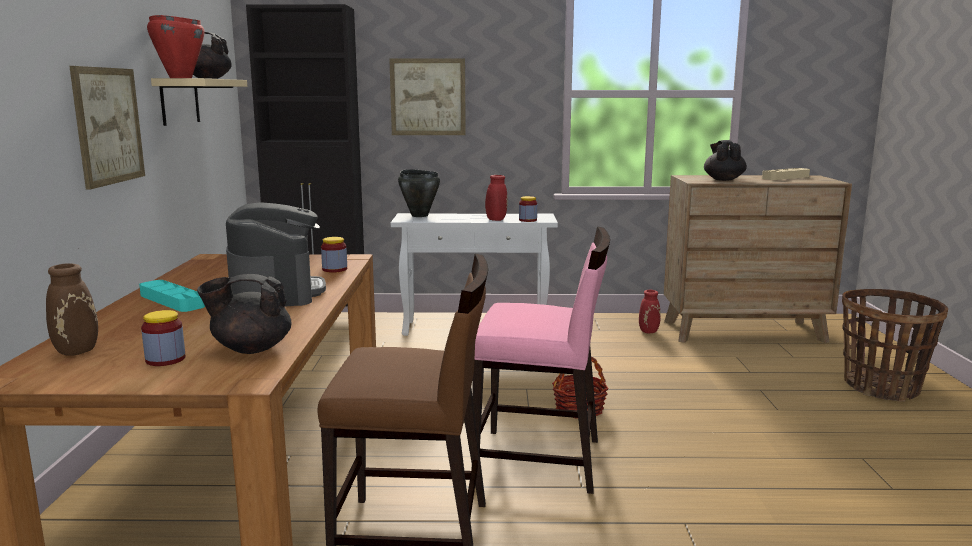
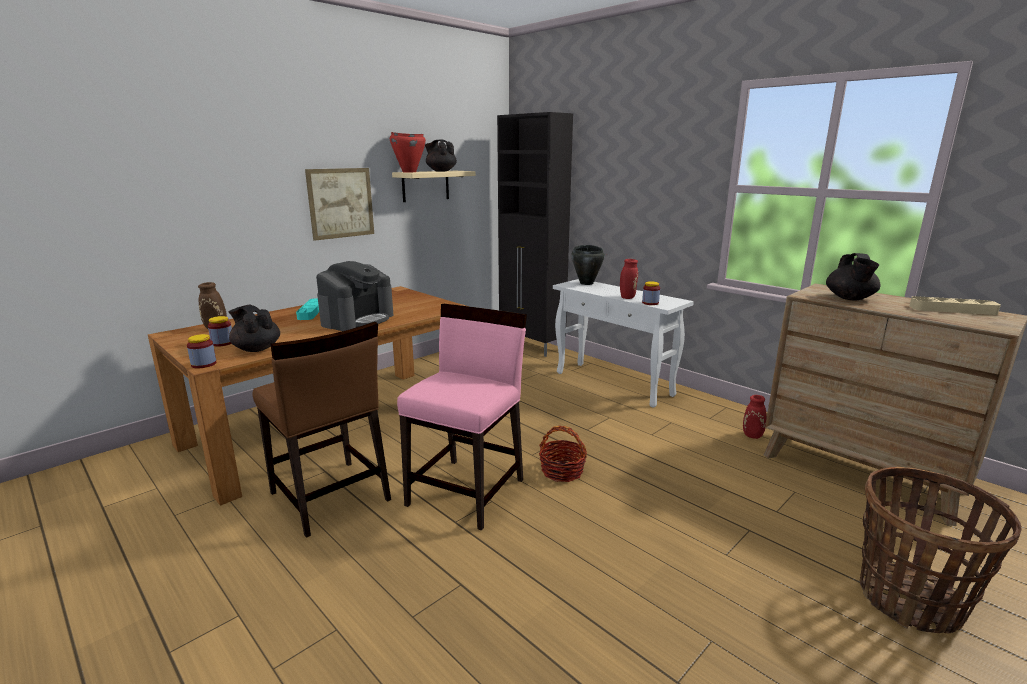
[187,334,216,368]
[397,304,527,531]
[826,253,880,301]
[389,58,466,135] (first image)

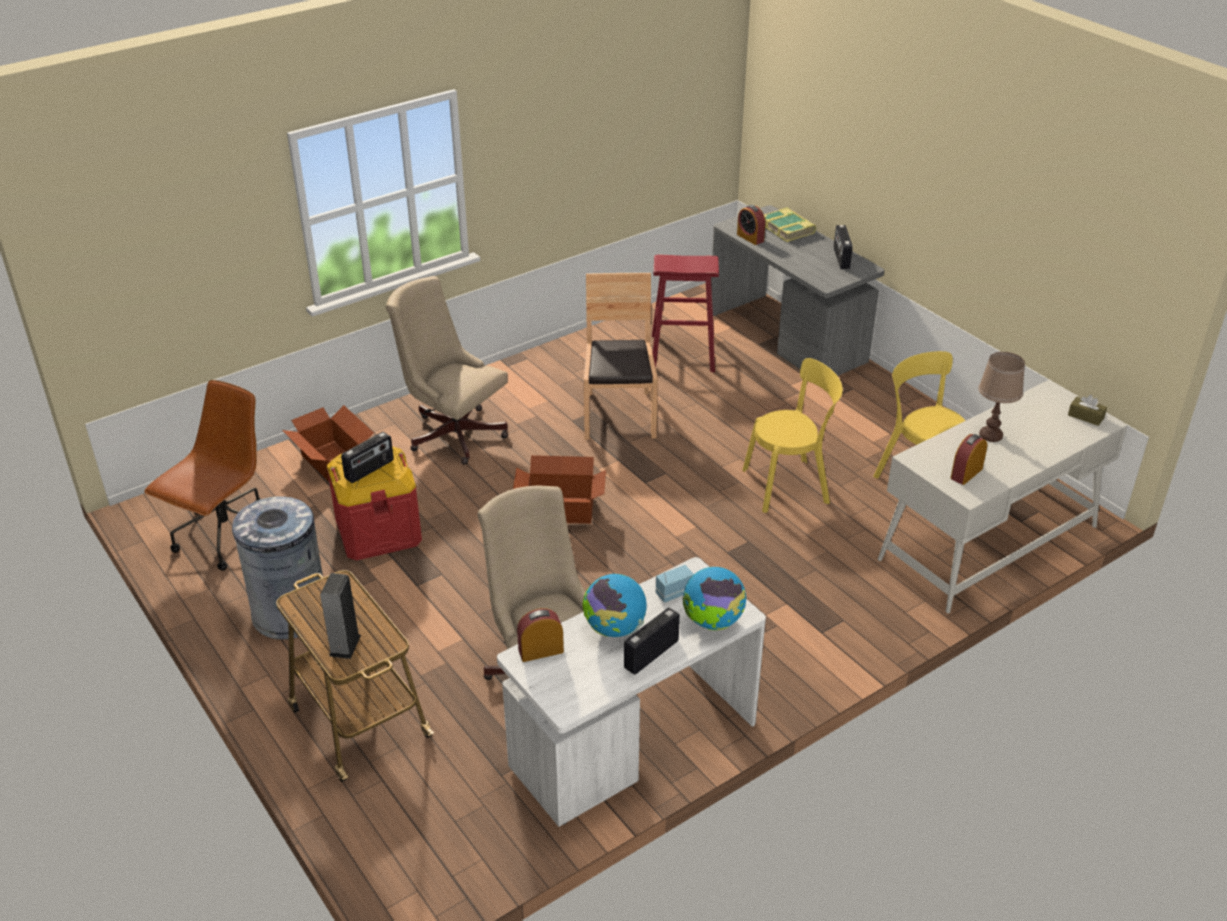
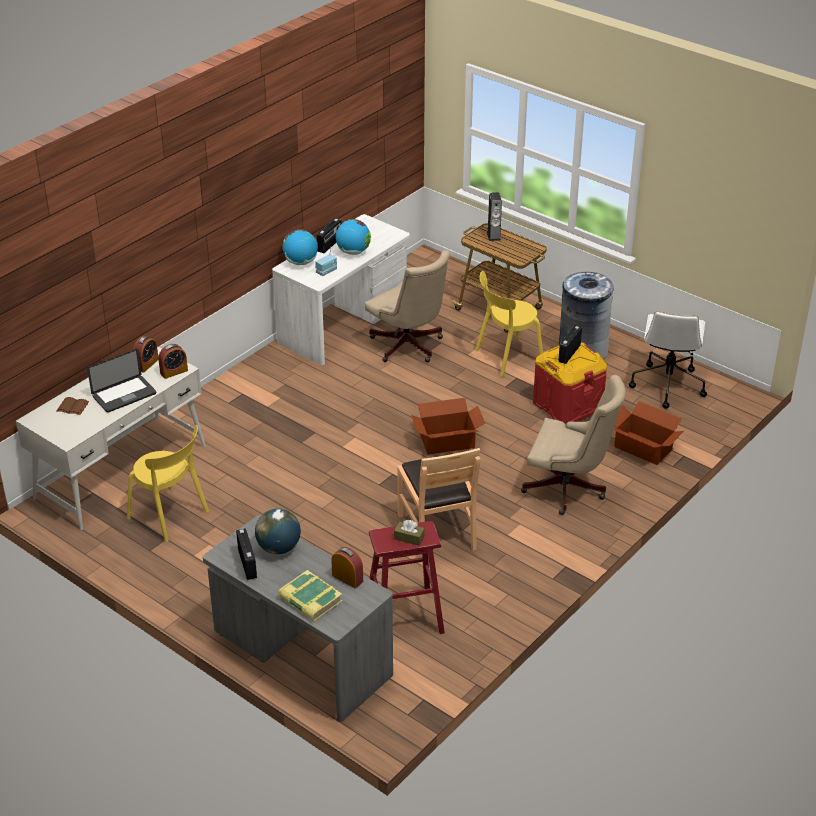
[56,397,89,415]
[87,349,157,413]
[158,344,188,379]
[255,508,301,554]
[394,520,425,546]
[475,271,543,377]
[629,311,707,409]

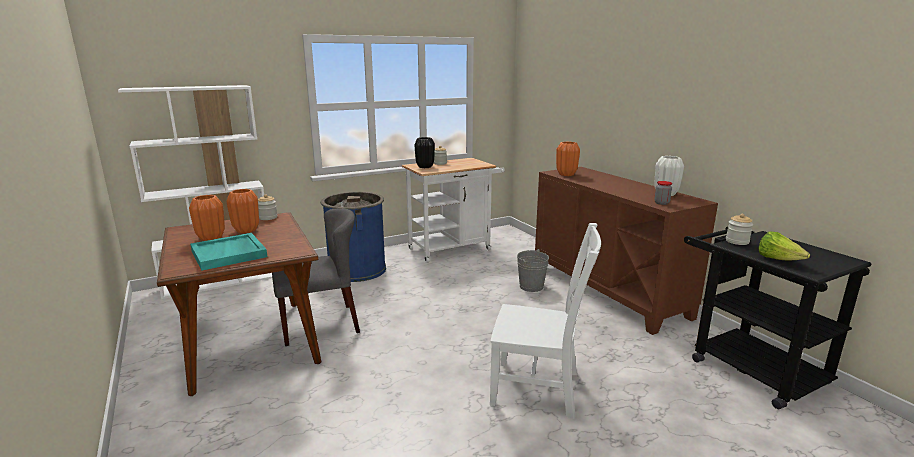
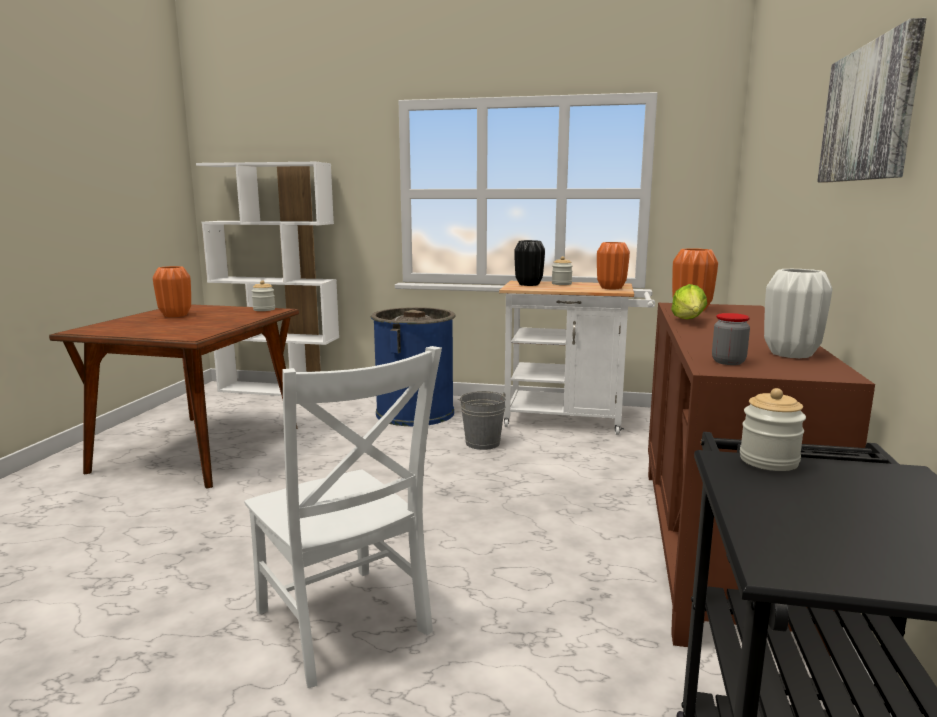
[458,391,506,450]
[597,242,630,289]
[671,284,707,319]
[817,18,926,182]
[190,233,267,270] (first image)
[272,208,360,346] (first image)

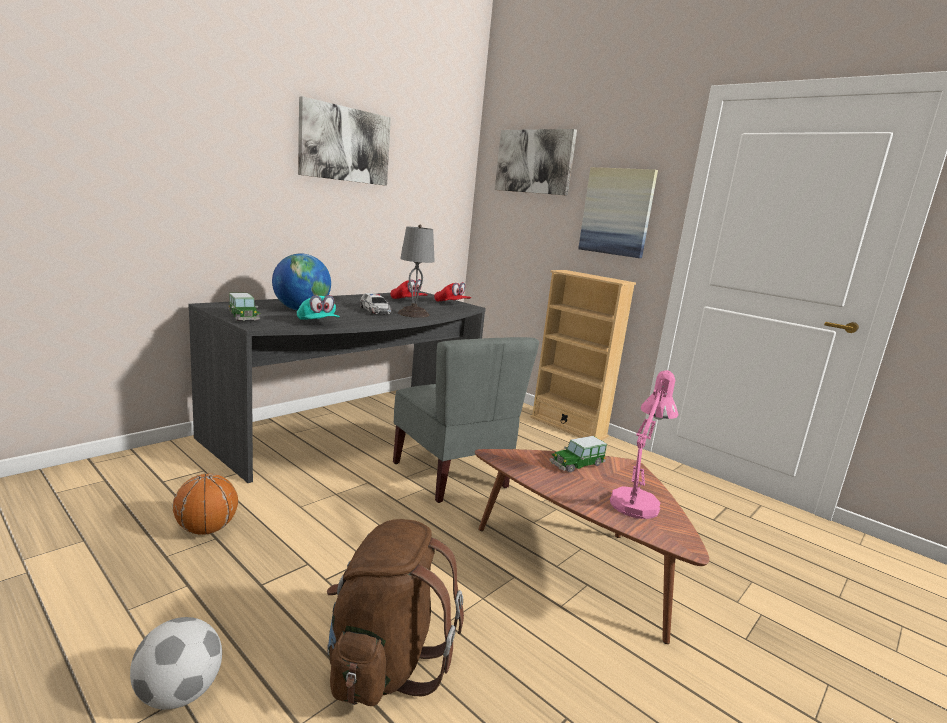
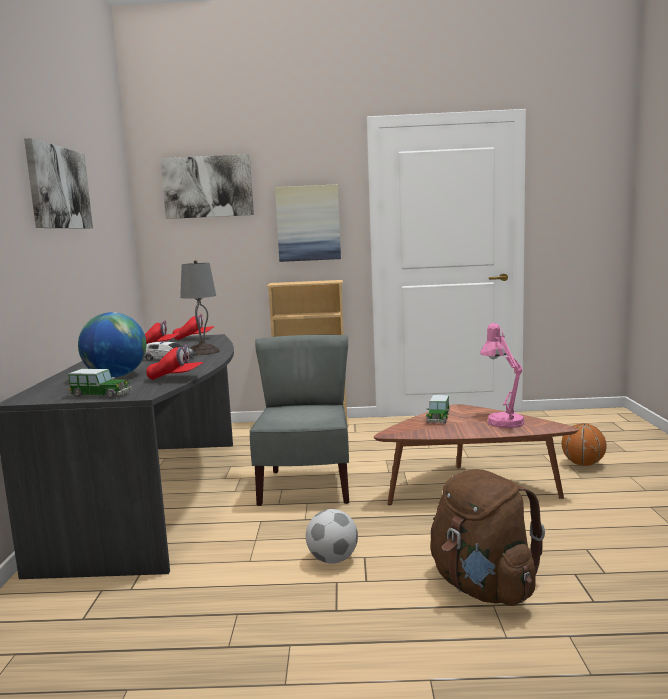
[146,344,204,380]
[250,335,349,506]
[306,509,358,563]
[561,423,607,466]

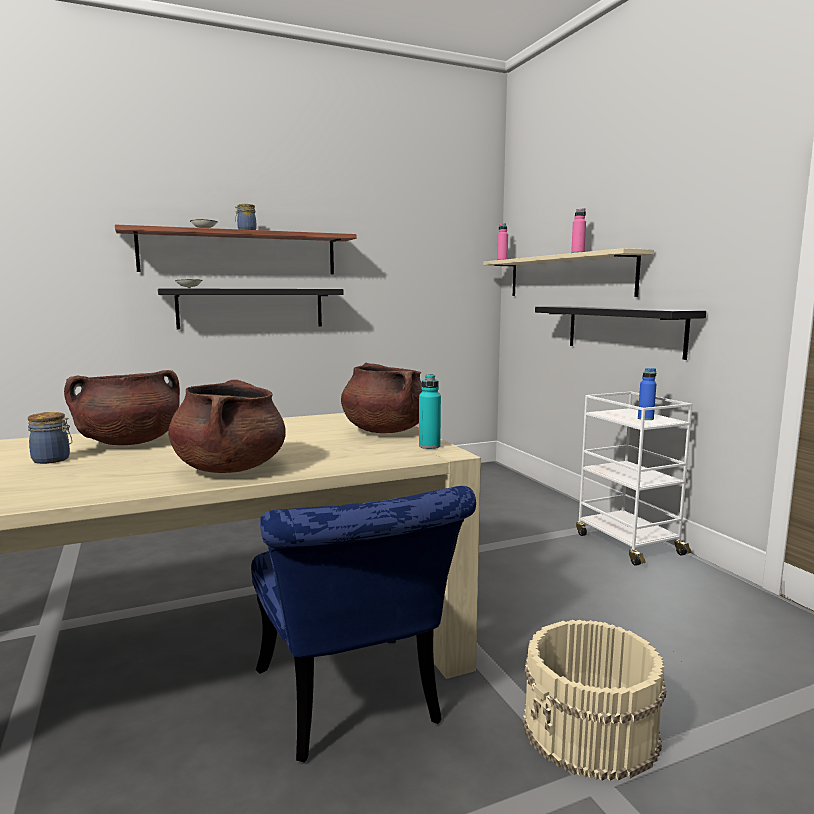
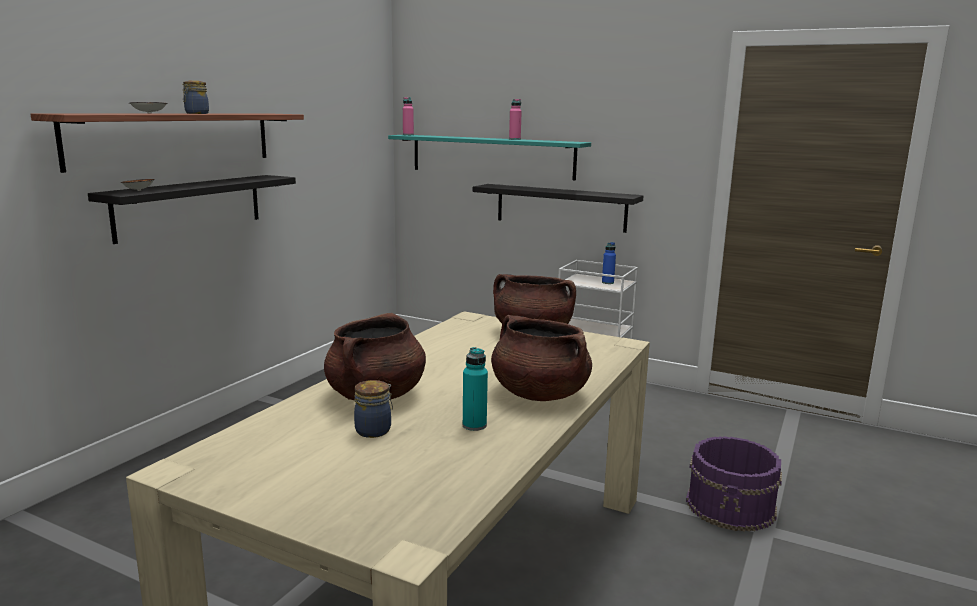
[388,135,591,180]
[463,347,488,431]
[686,436,782,532]
[251,486,476,763] (first image)

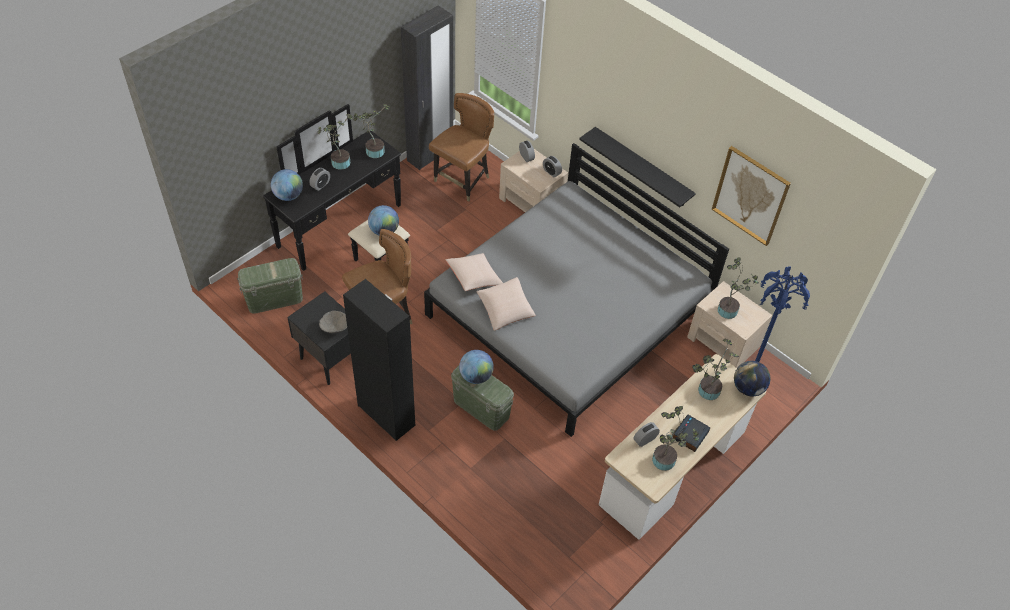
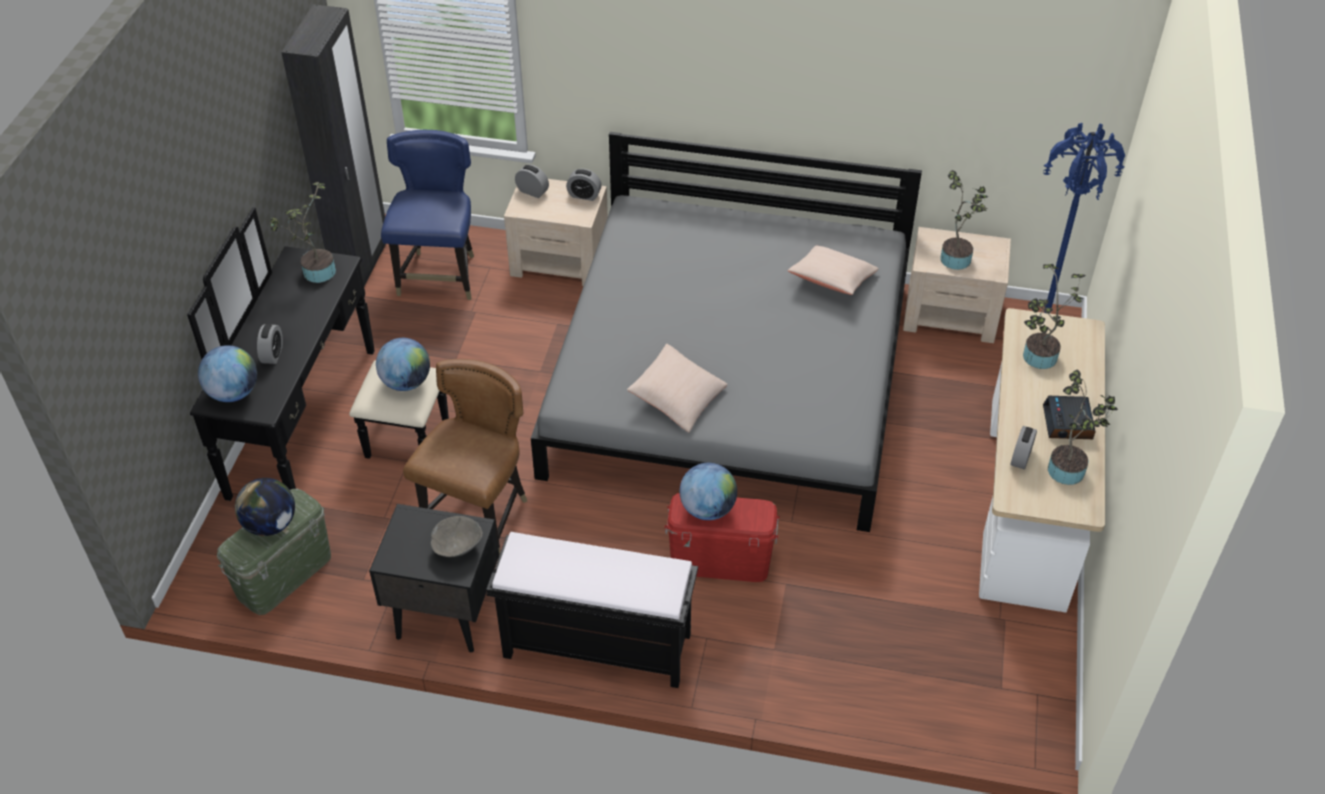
[235,478,295,536]
[381,130,474,300]
[486,532,698,688]
[665,493,780,582]
[788,246,879,295]
[317,114,353,170] (first image)
[579,127,696,208] (first image)
[712,146,791,246] (first image)

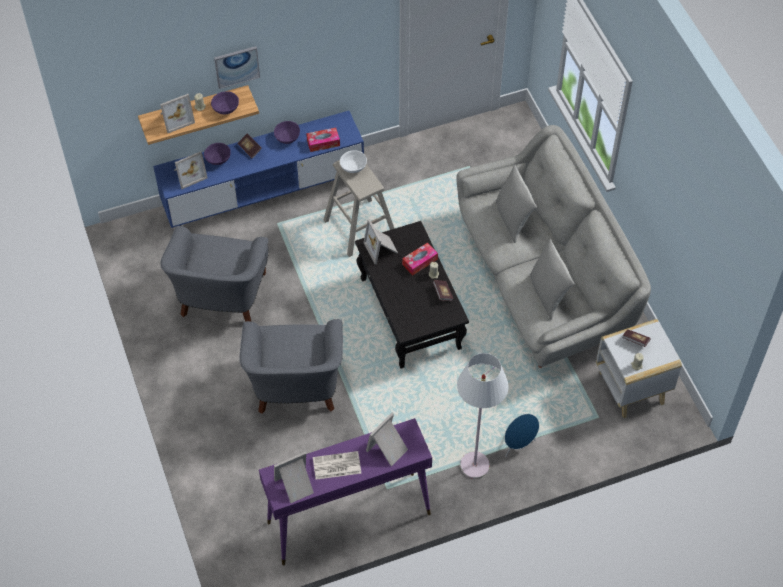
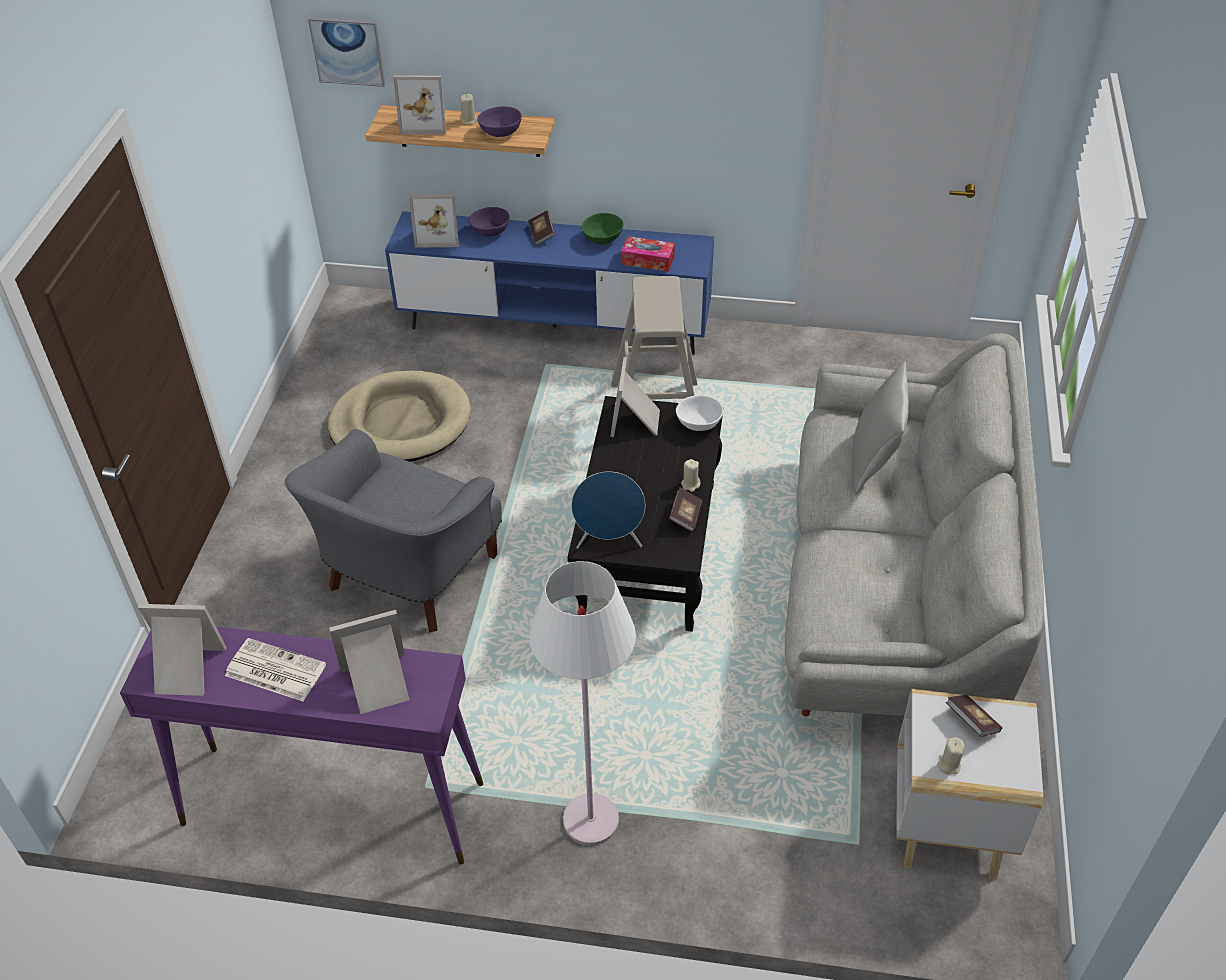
[308,17,386,87]
[328,371,471,462]
[571,471,645,549]
[582,213,624,245]
[676,395,723,431]
[402,243,438,275] (first image)
[530,238,575,320] (first image)

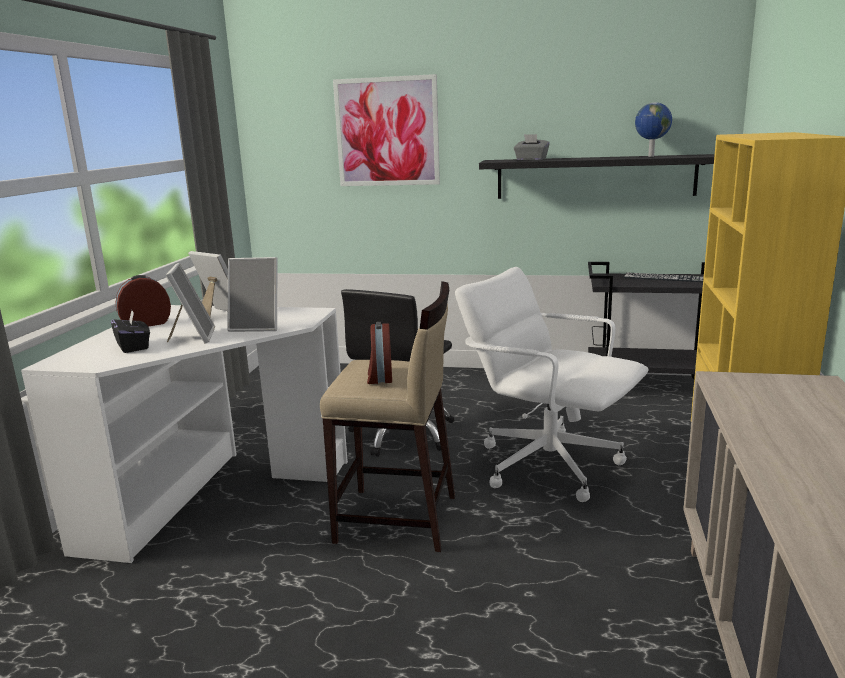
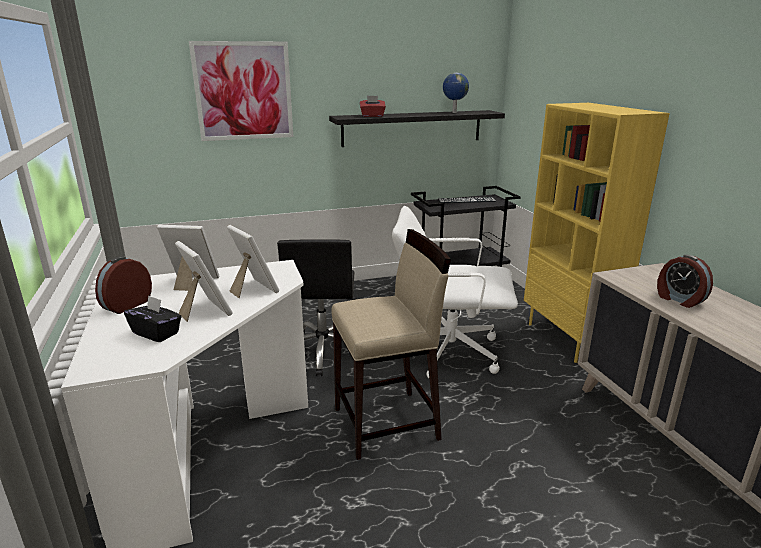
[227,225,279,298]
[360,96,386,117]
[657,255,713,308]

